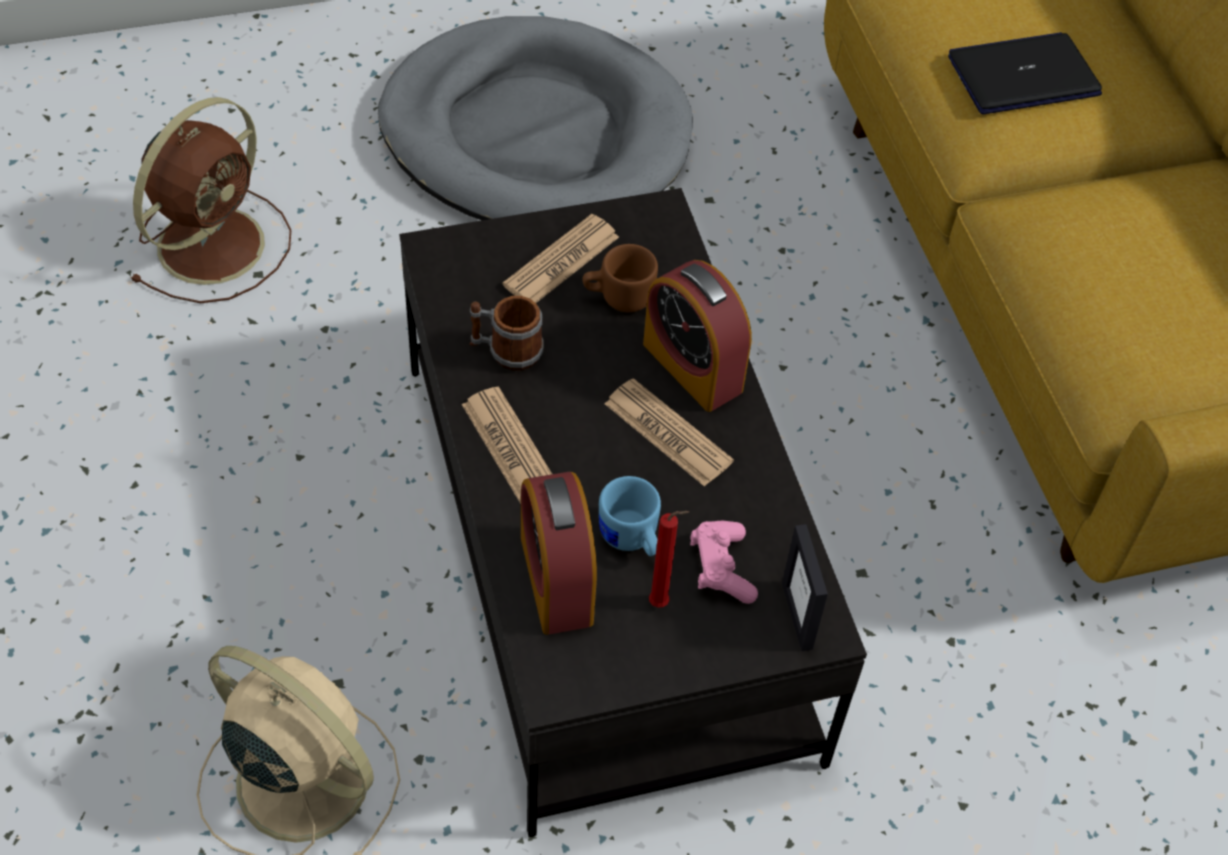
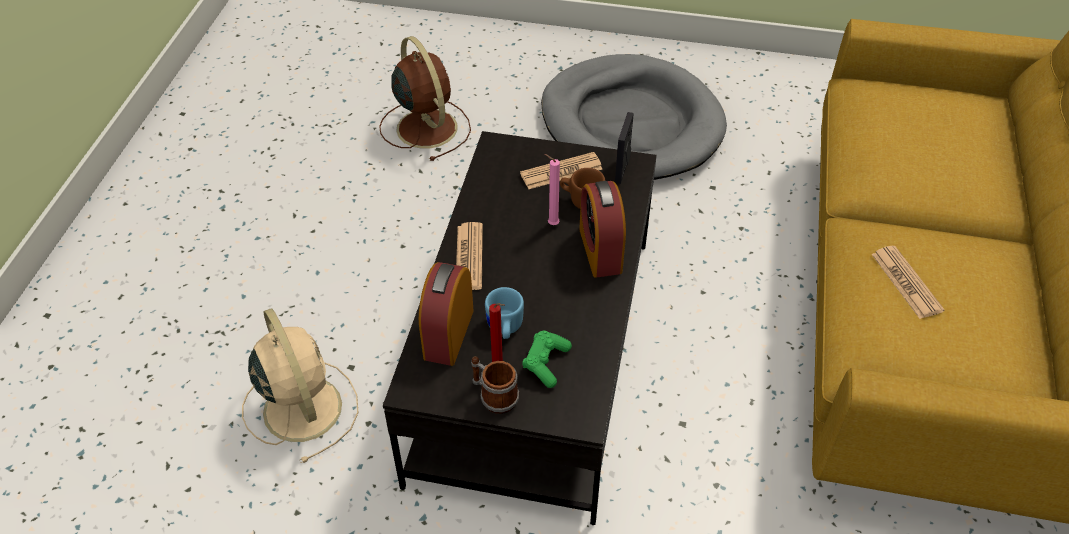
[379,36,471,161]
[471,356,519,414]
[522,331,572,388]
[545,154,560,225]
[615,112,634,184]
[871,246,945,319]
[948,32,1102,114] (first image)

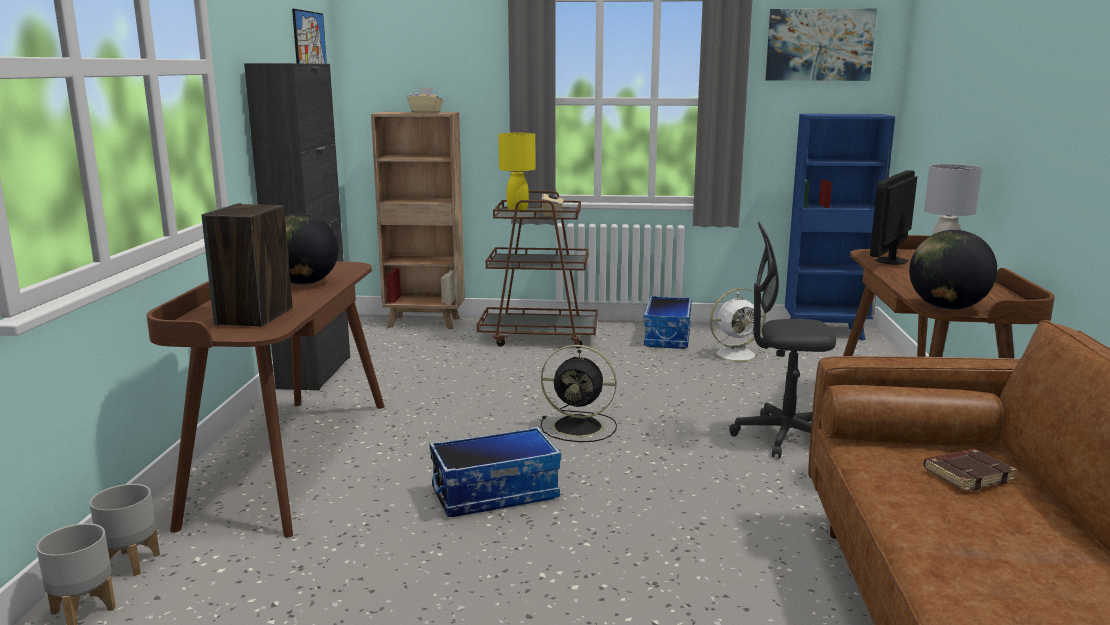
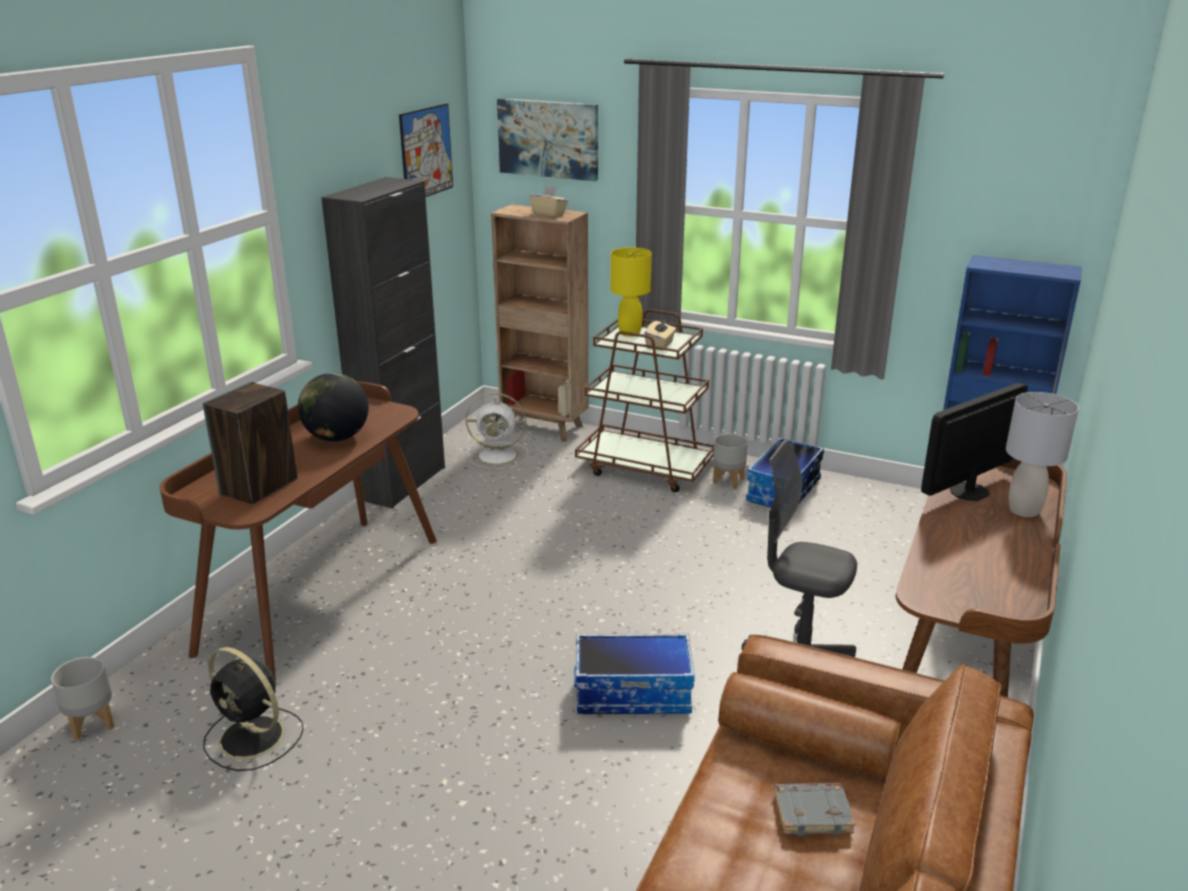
[203,647,304,771]
[466,393,528,469]
[497,98,598,181]
[574,633,695,714]
[713,434,748,488]
[774,783,855,836]
[909,230,997,310] (first image)

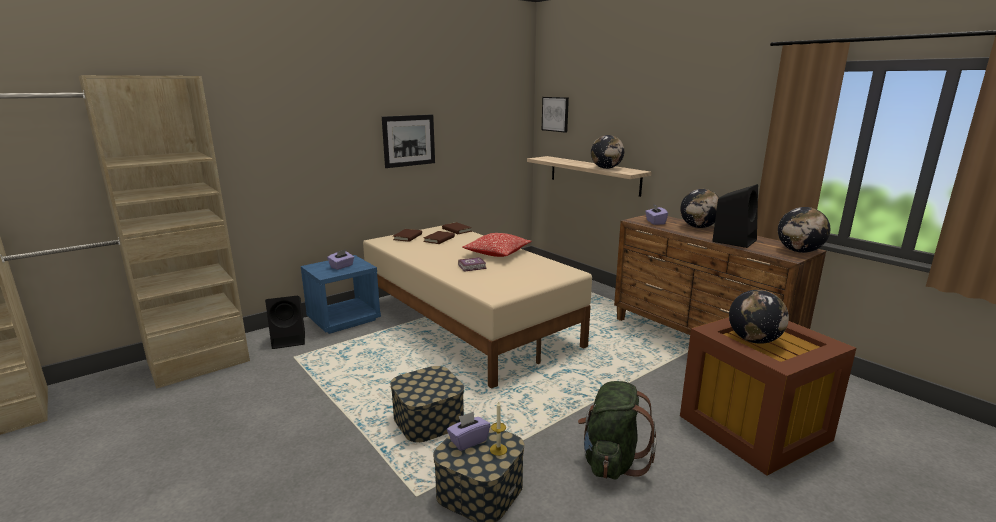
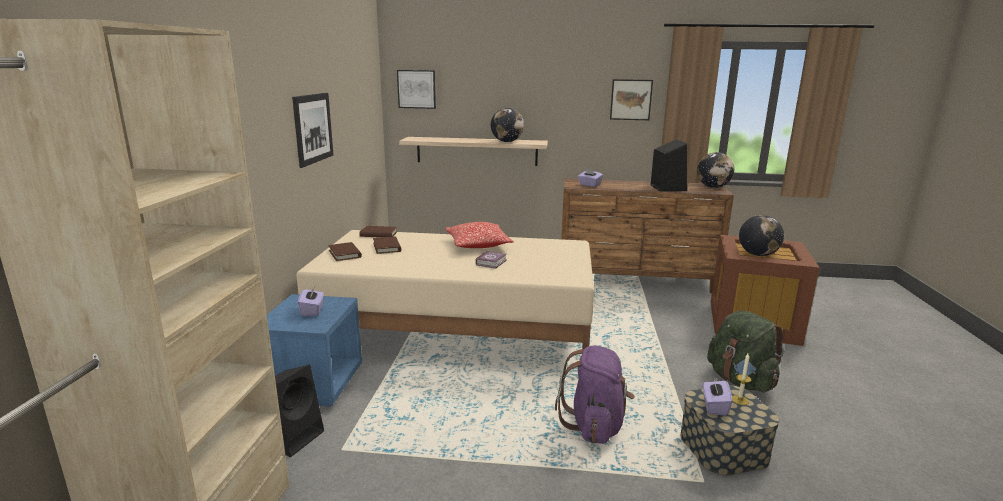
[555,346,635,444]
[610,79,653,120]
[680,189,719,228] (first image)

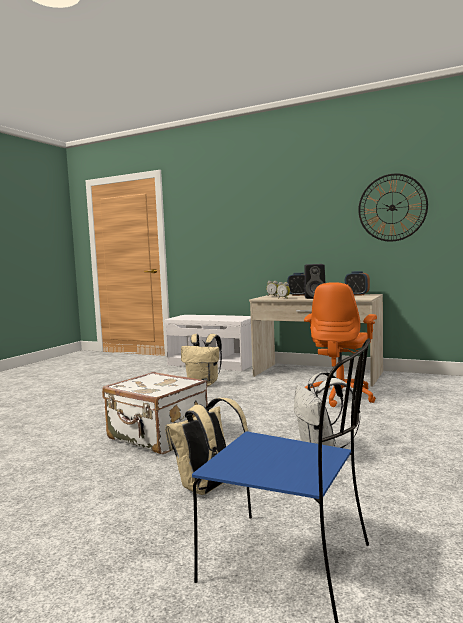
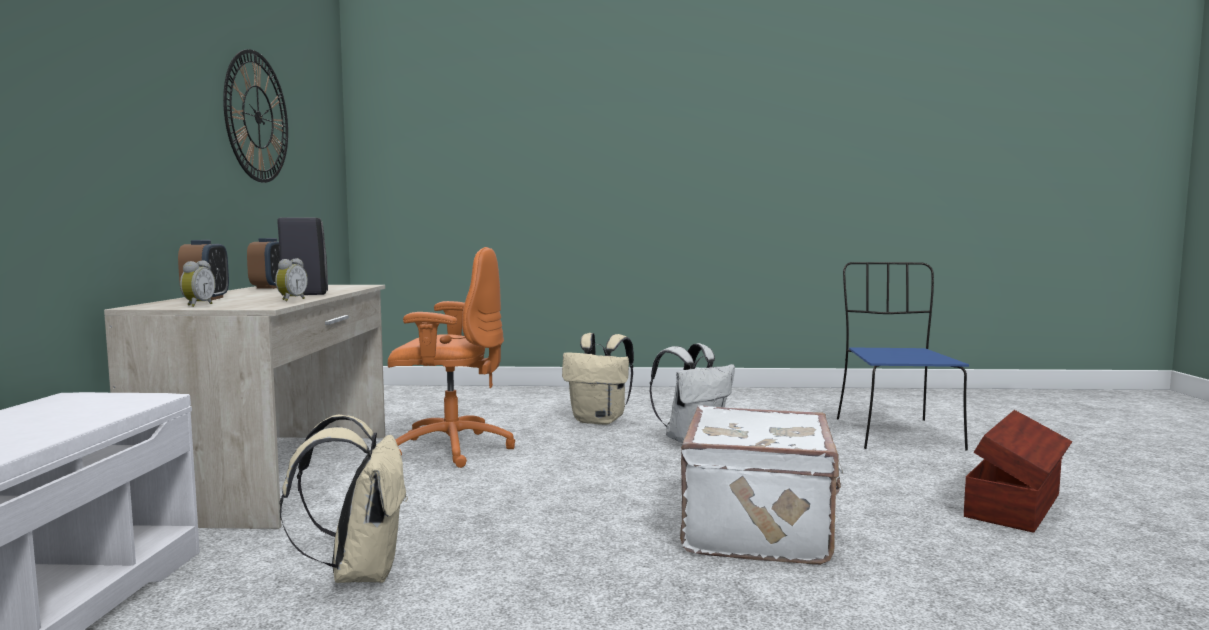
[562,333,634,425]
[964,410,1072,533]

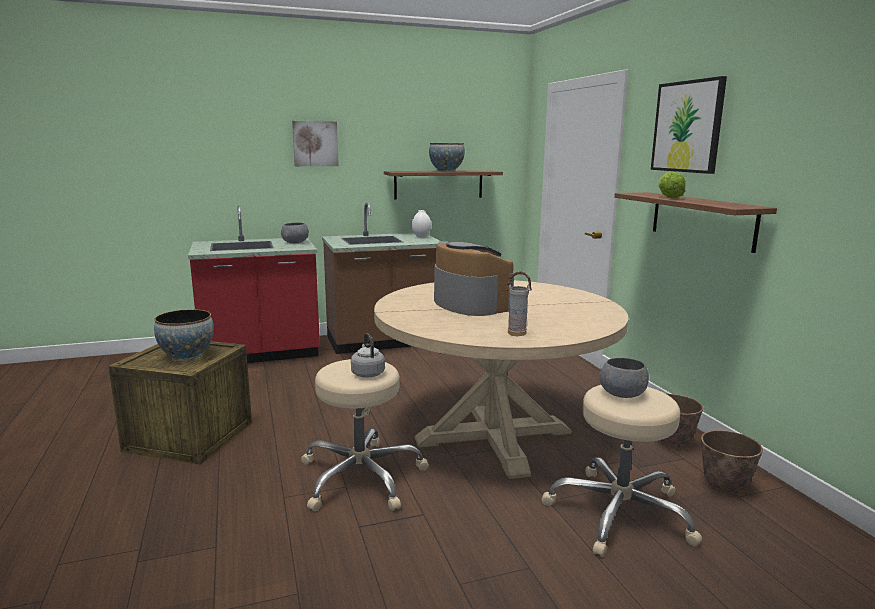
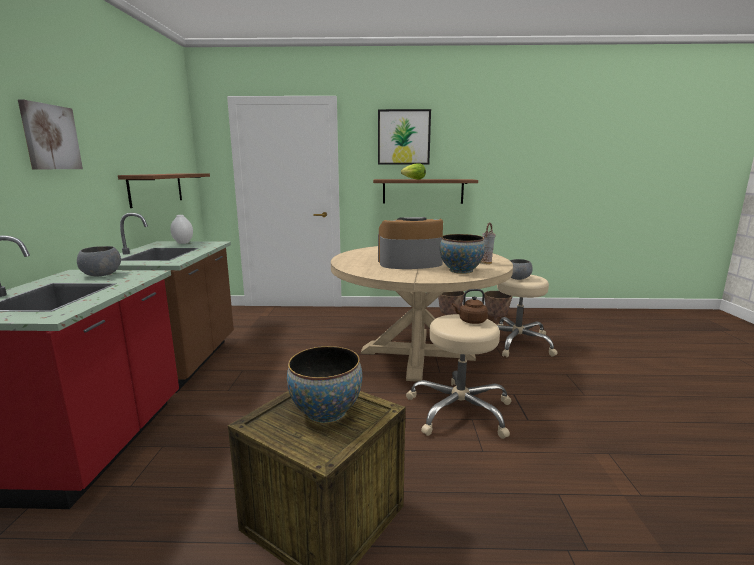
[440,234,485,274]
[452,289,488,324]

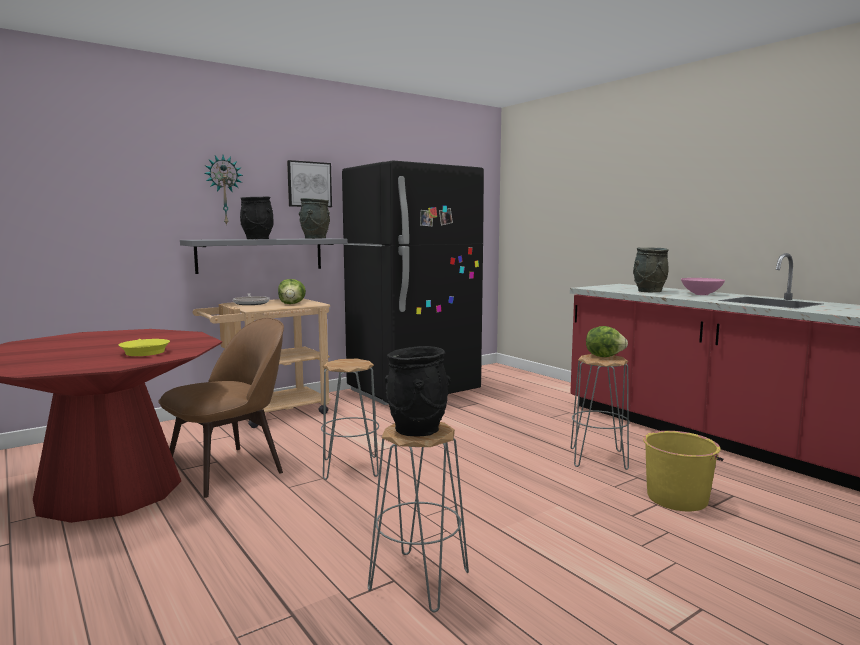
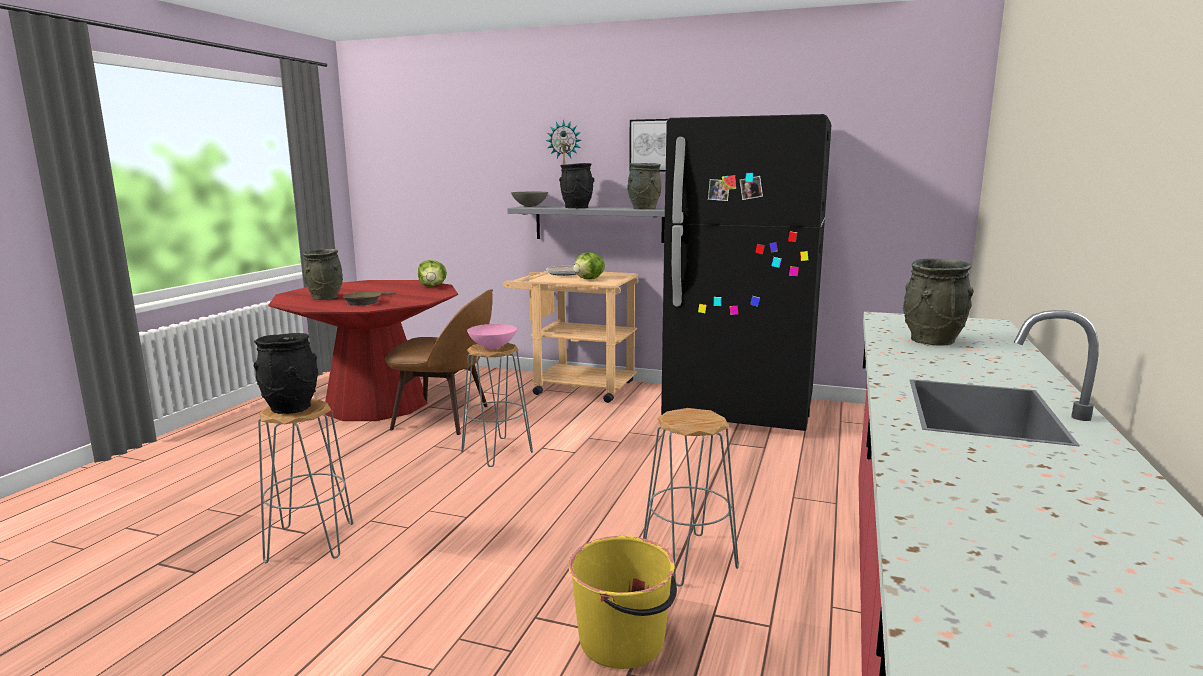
[303,249,343,300]
[342,292,395,305]
[418,260,447,287]
[467,324,517,349]
[511,192,548,207]

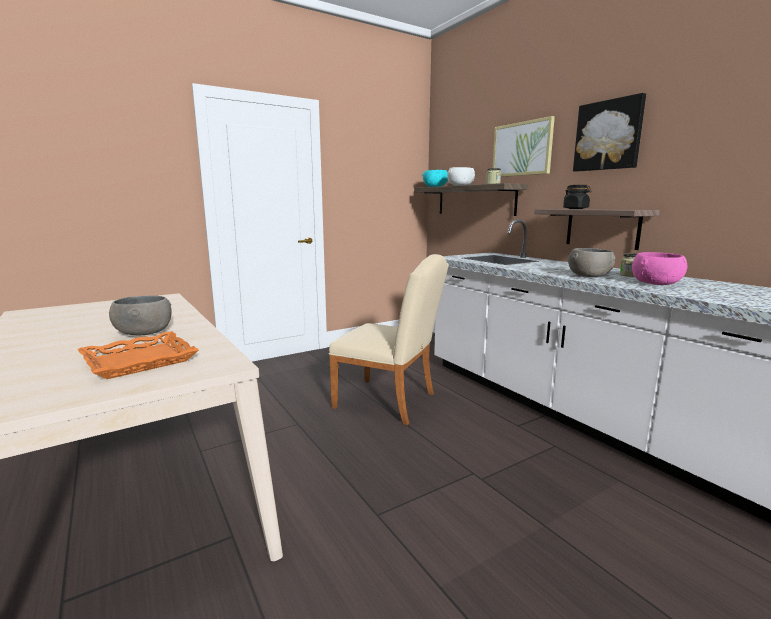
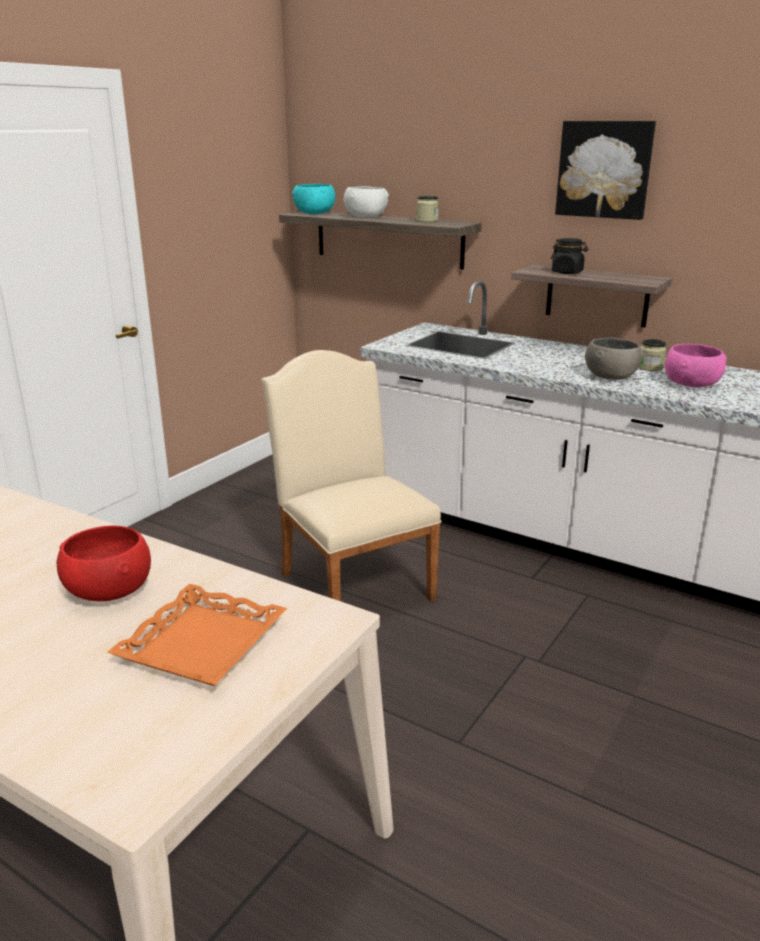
[57,526,151,601]
[261,350,441,602]
[493,116,555,177] (first image)

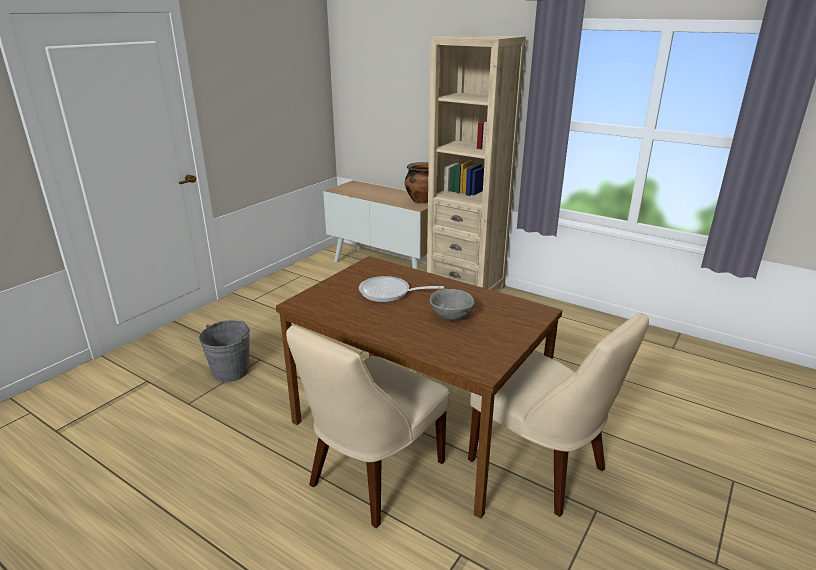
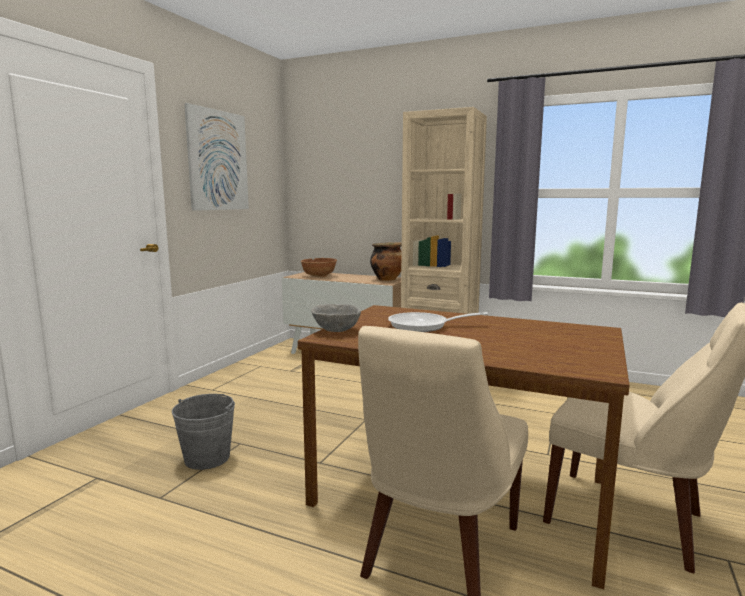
[184,103,249,211]
[301,258,337,277]
[311,304,361,332]

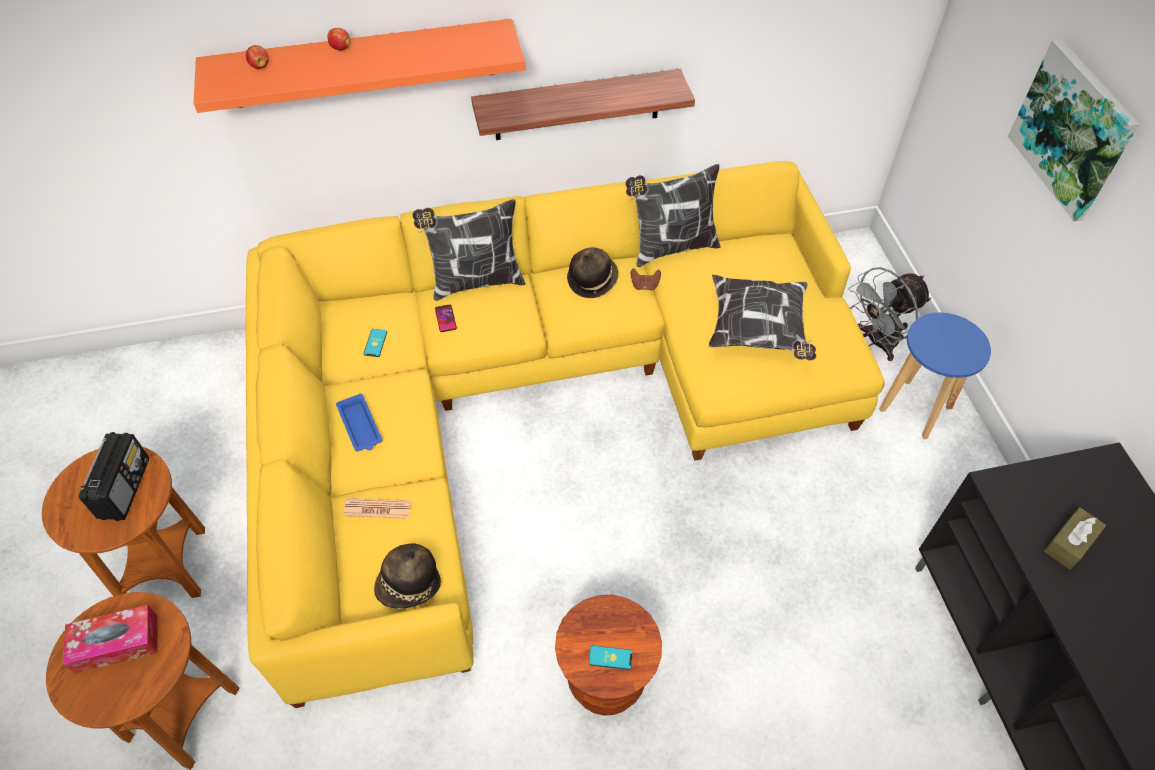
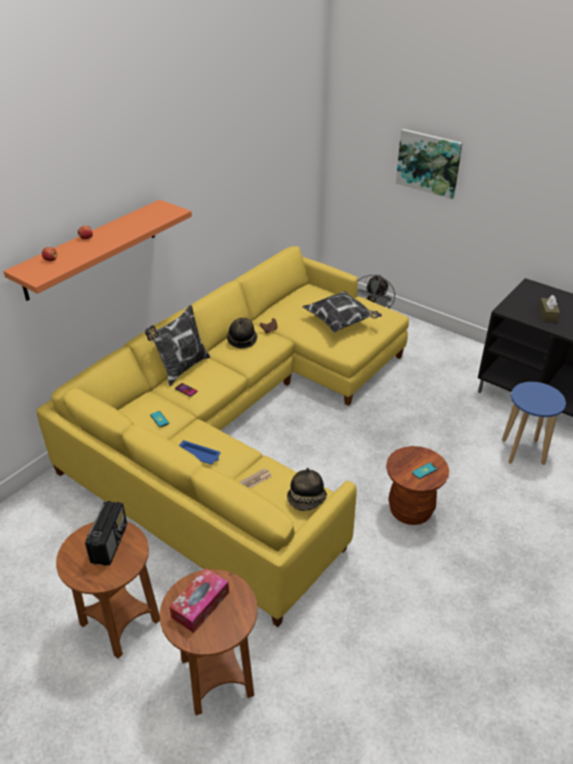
[85,501,127,566]
[502,382,566,465]
[471,69,695,140] (first image)
[625,164,720,267] (first image)

